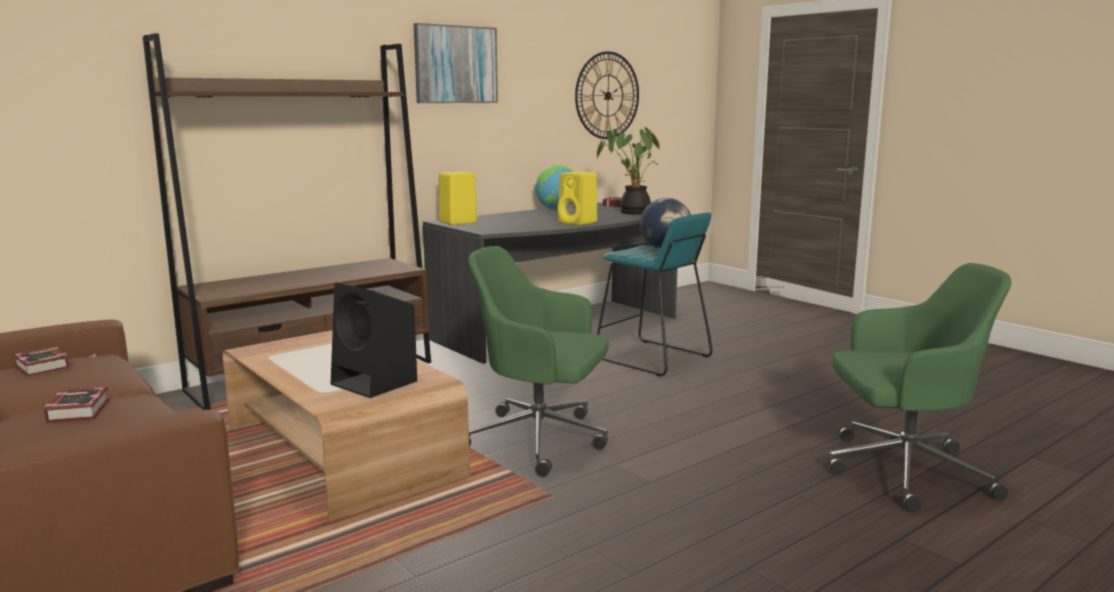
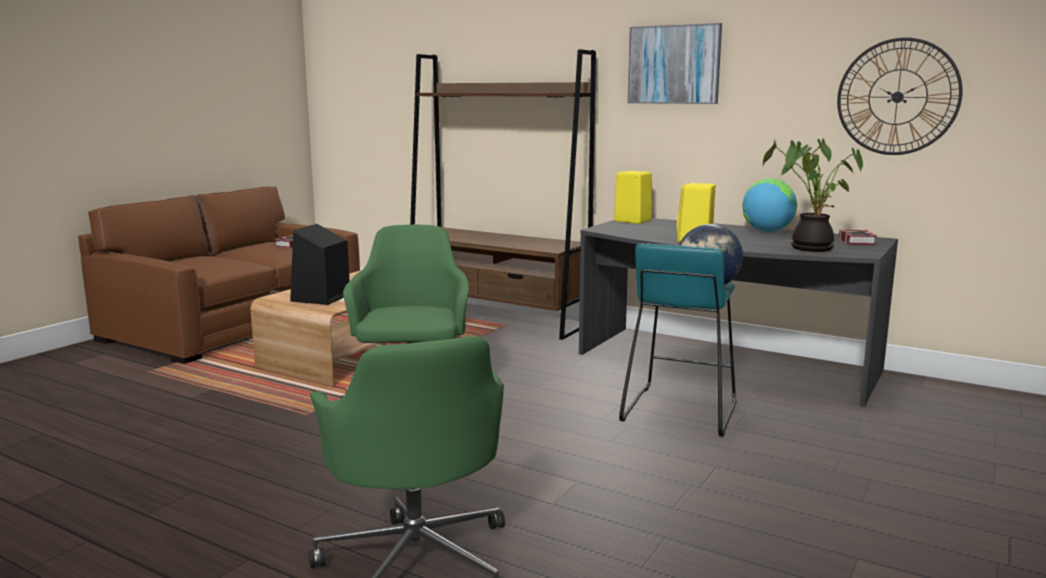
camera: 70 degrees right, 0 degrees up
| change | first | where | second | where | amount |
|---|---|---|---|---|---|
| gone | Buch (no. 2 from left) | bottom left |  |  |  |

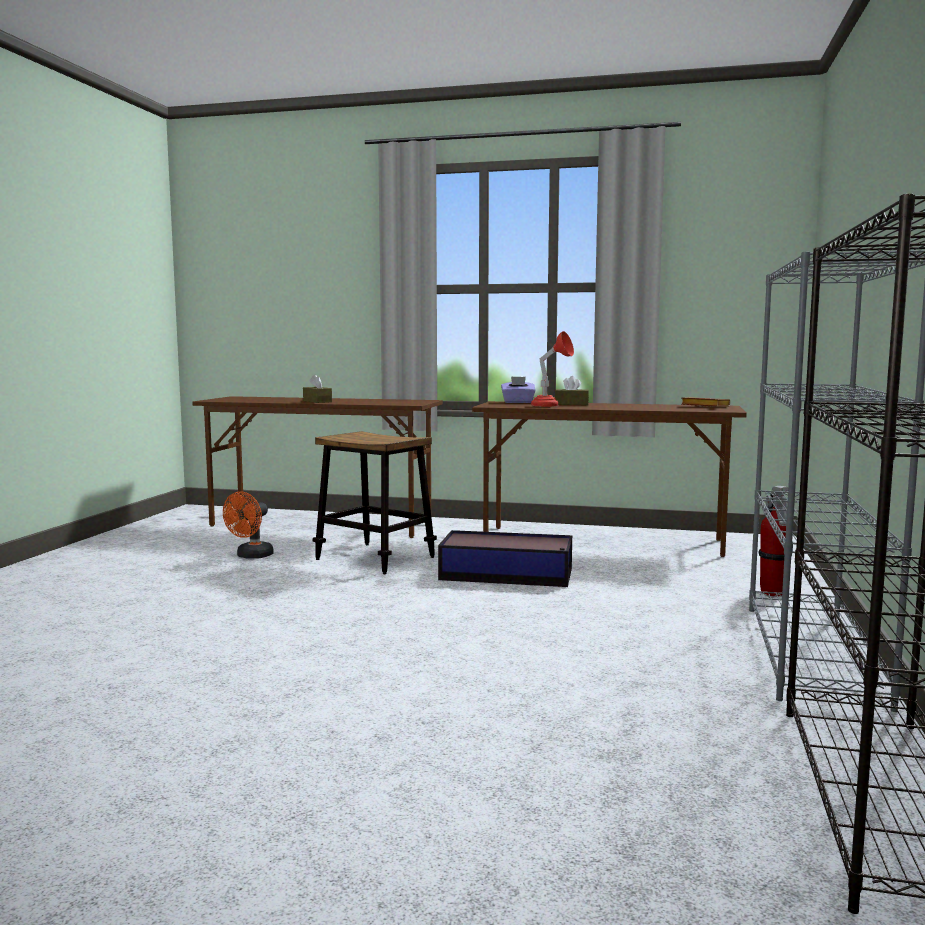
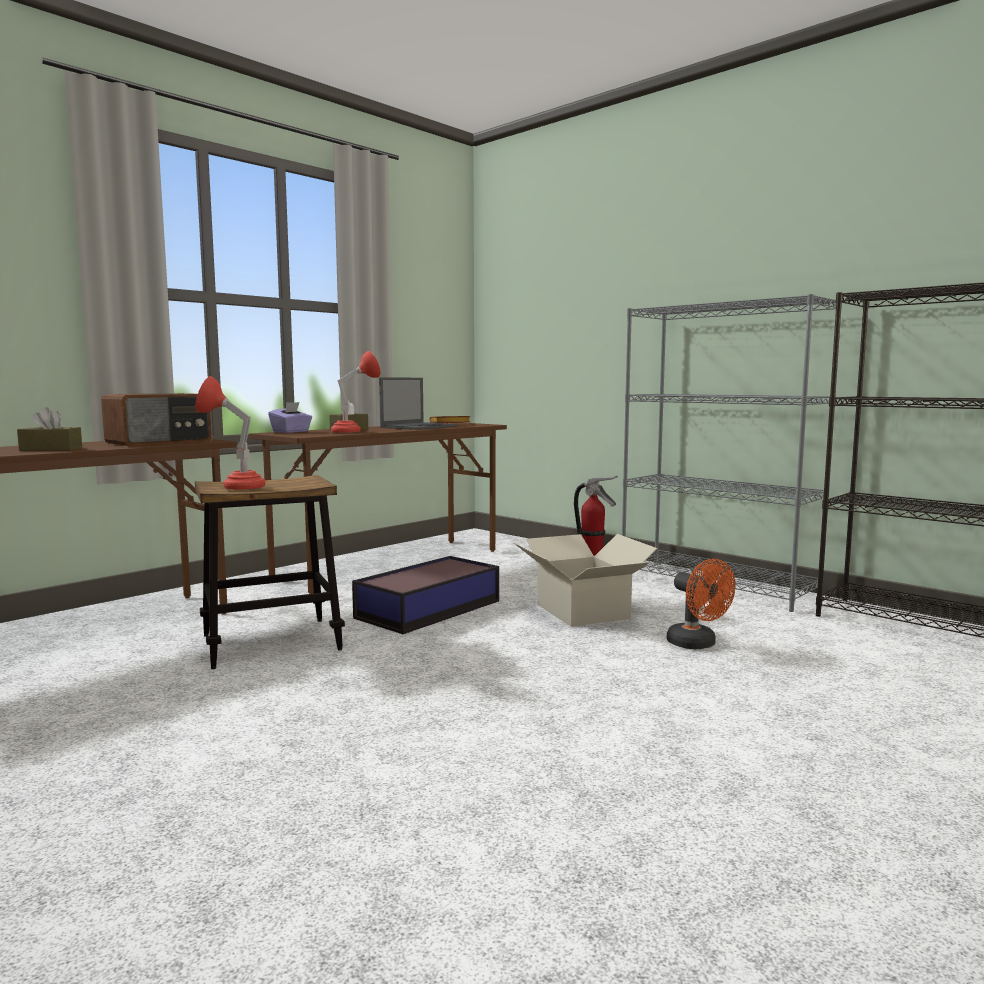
camera: 60 degrees left, 0 degrees up
| change | first | where | second | where | amount |
|---|---|---|---|---|---|
| shifted | Ventilator [orange] | middle left |  | middle right |  |
| new |  |  | Tischlampe [rot] (no. 1 from left) | middle left |  |
| new |  |  | Laptop | centre |  |
| new |  |  | Radio | middle left |  |
| new |  |  | Karton | centre |  |

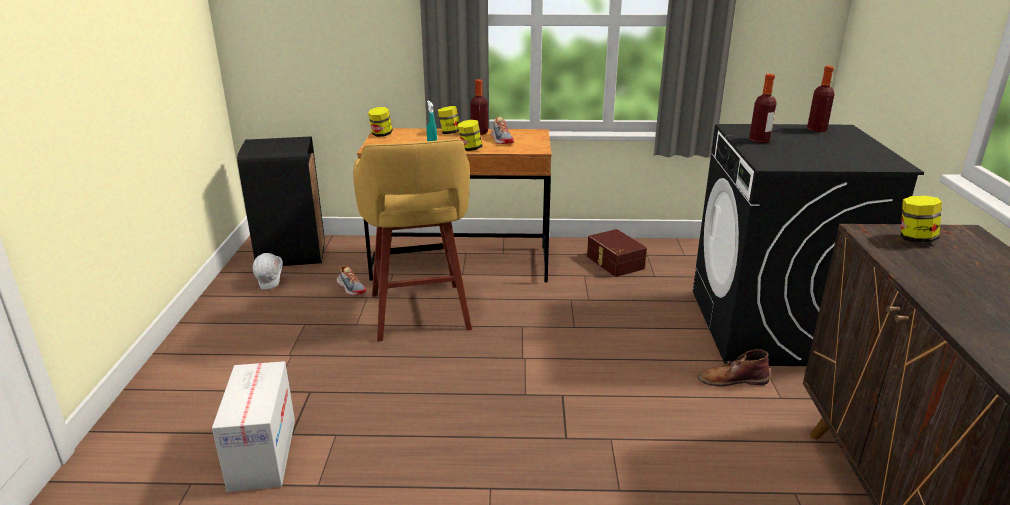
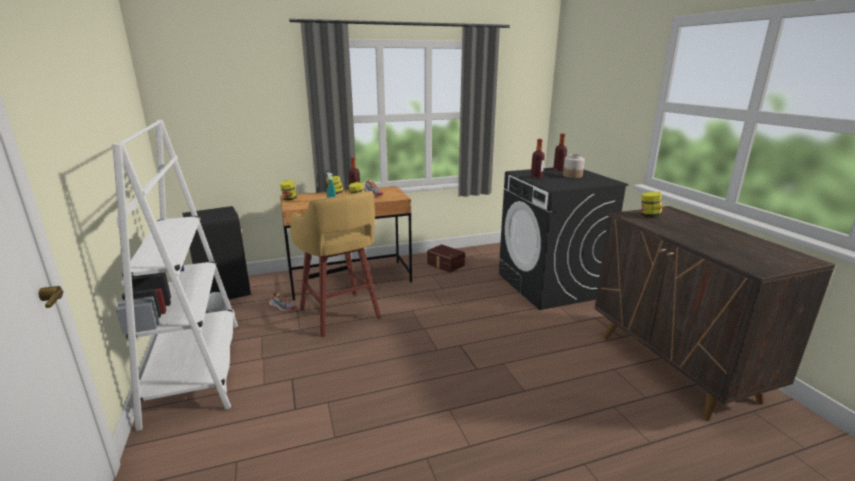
camera: 20 degrees left, 5 degrees down
| change | first | where | second | where | amount |
|---|---|---|---|---|---|
| gone | Stiefel [braun] | bottom right |  |  |  |
| gone | Karton | bottom left |  |  |  |
| new |  |  | Bücherregal [weiß] | middle left |  |
| new |  |  | Vorratsglas (no. 4 from left) | middle right |  |

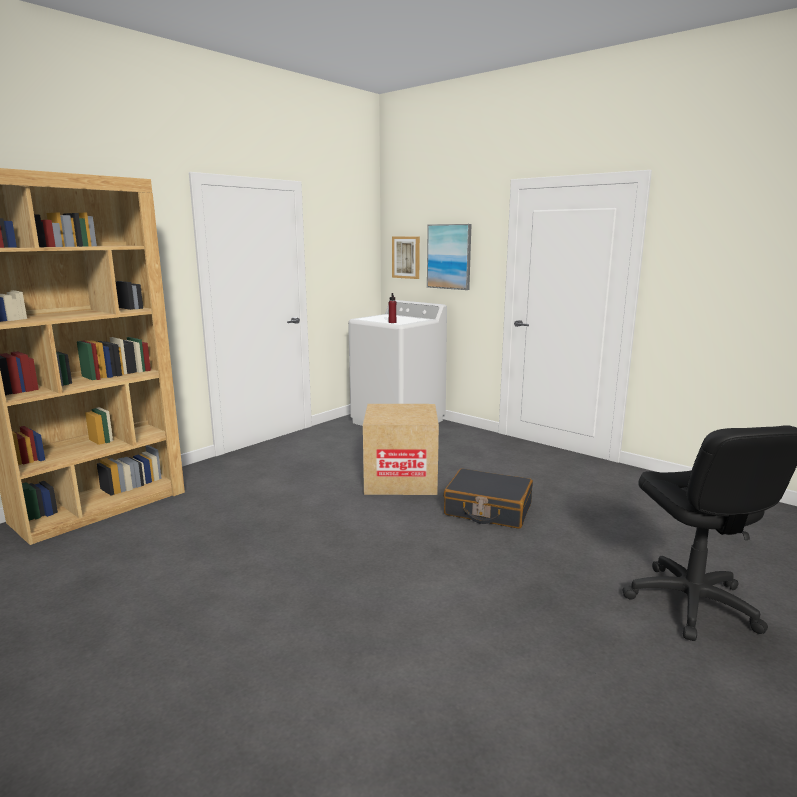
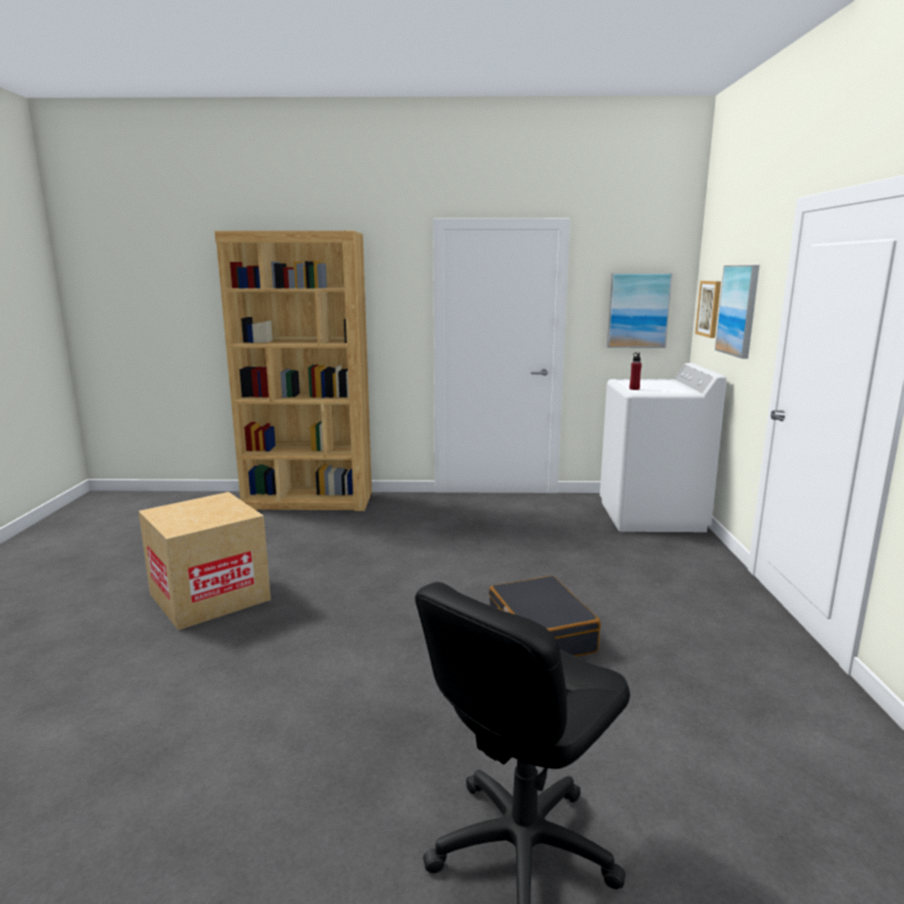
camera: 50 degrees right, 0 degrees up
| change | first | where | second | where | amount |
|---|---|---|---|---|---|
| shifted | Karton | centre |  | middle left |  |
| new |  |  | Bild (no. 1 from left) | middle right |  |

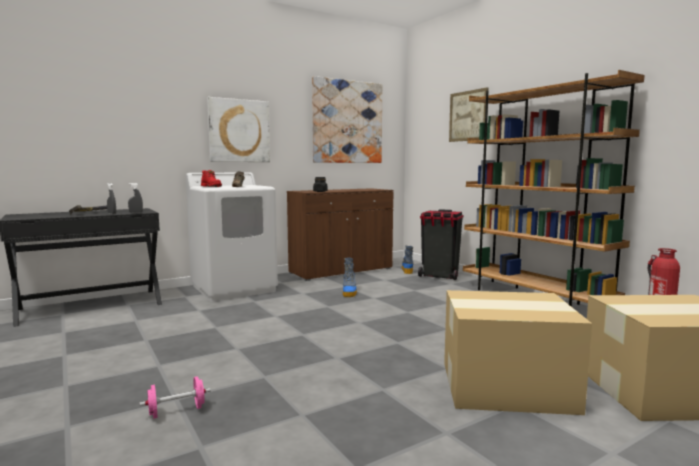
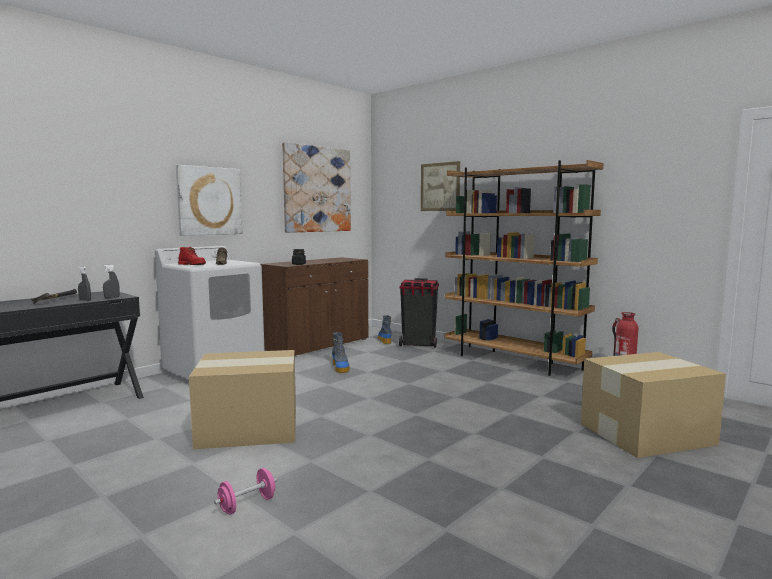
camera: 15 degrees left, 0 degrees up
| change | first | where | second | where | amount |
|---|---|---|---|---|---|
| shifted | Karton (no. 1 from left) | bottom right |  | bottom left |  |

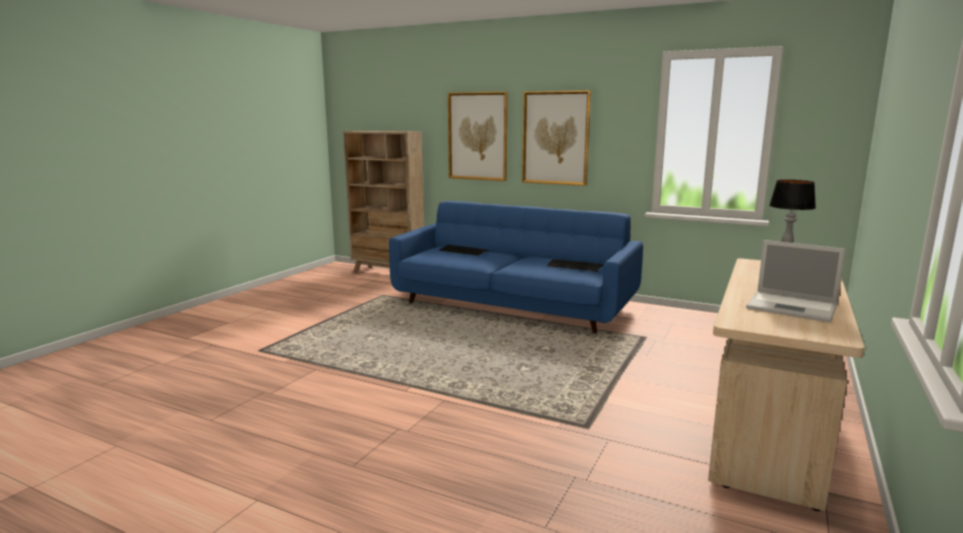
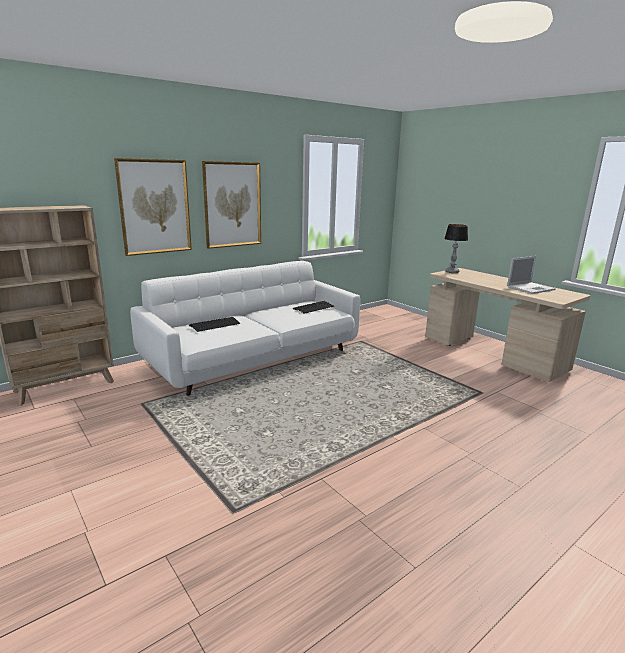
camera: 65 degrees left, 5 degrees up
| change | first | where | second | where | amount |
|---|---|---|---|---|---|
| repainted | Sofa [blau] | centre | Sofa [weiß] | centre |  |

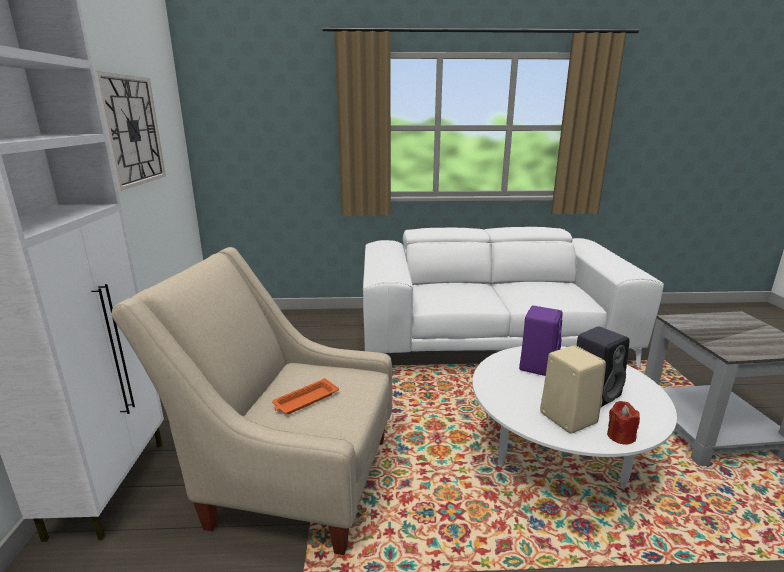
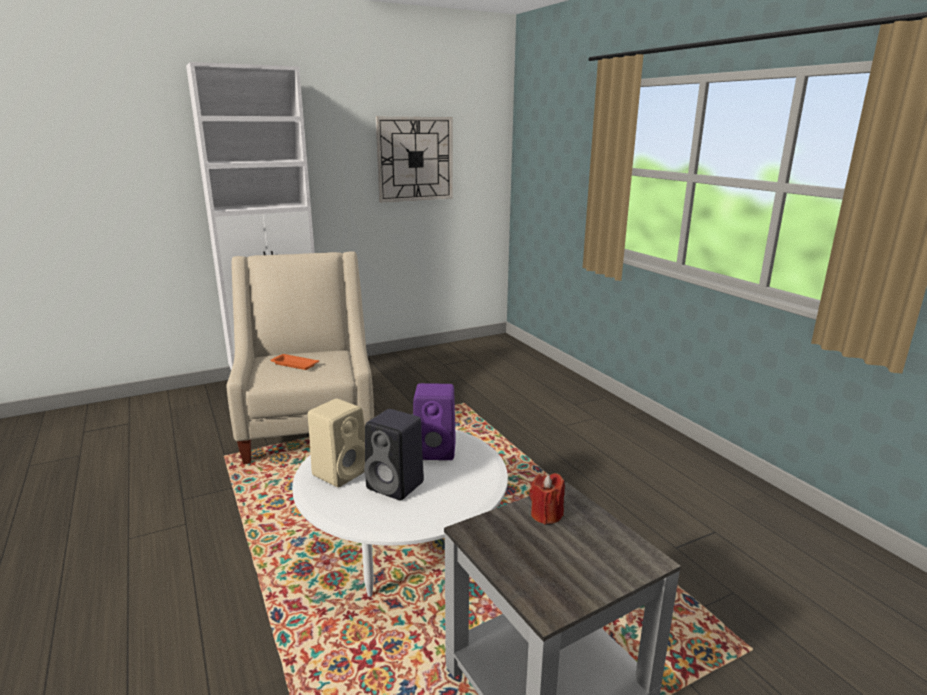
camera: 65 degrees right, 0 degrees up
| change | first | where | second | where | amount |
|---|---|---|---|---|---|
| gone | Sofa [weiß] | centre |  |  |  |
| shifted | Kerze [rot] | bottom right |  | bottom centre |  |

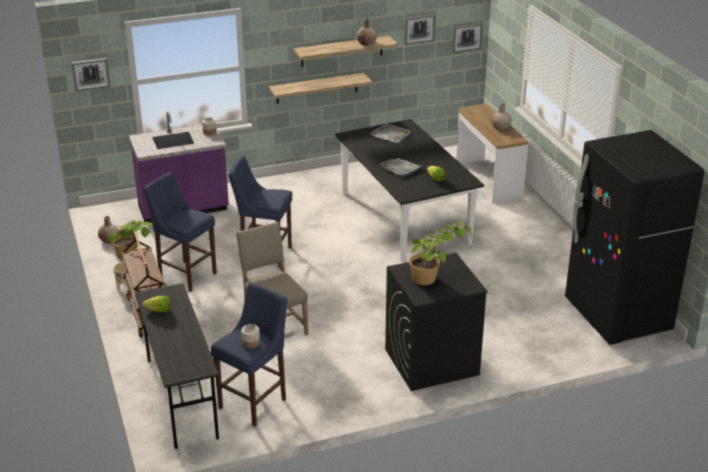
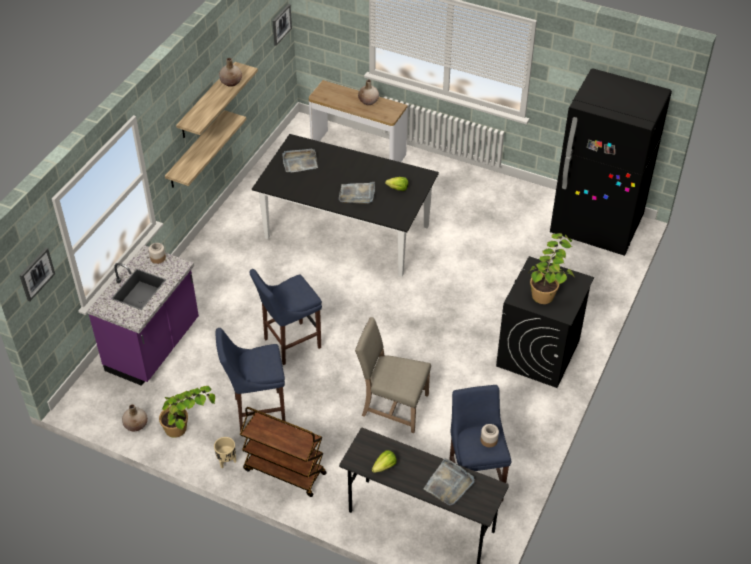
camera: 45 degrees left, 15 degrees up
| change | first | where | second | where | amount |
|---|---|---|---|---|---|
| gone | Bild (no. 2 from left) | top centre |  |  |  |
| new |  |  | Tablett [grau] (no. 3 from left) | bottom centre |  |

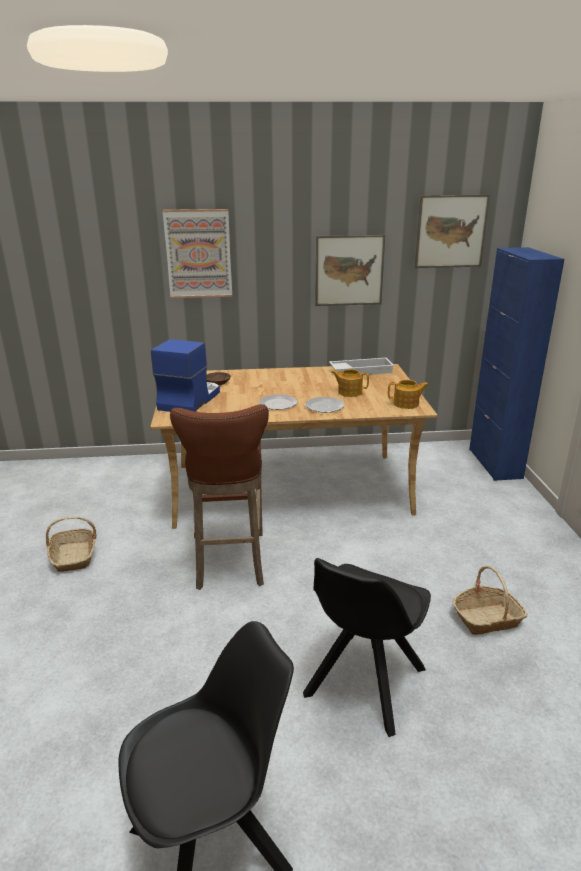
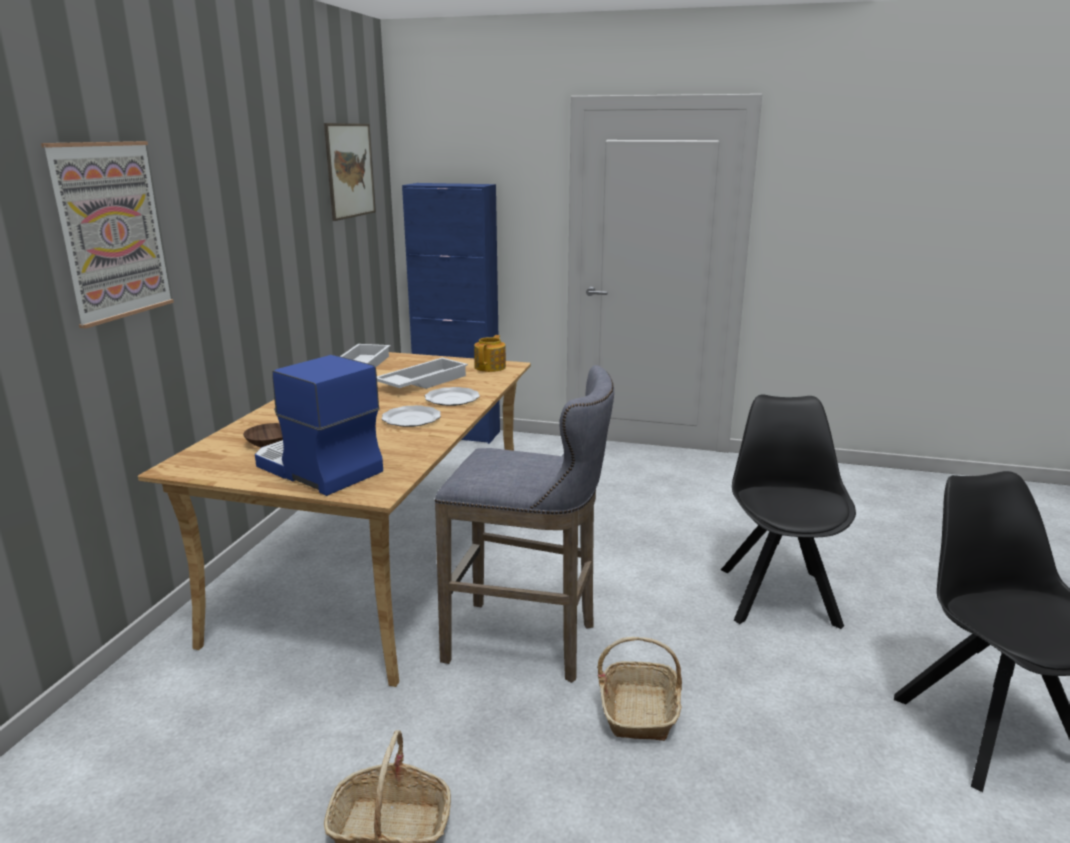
camera: 70 degrees left, 5 degrees down
| change | first | where | second | where | amount |
|---|---|---|---|---|---|
| gone | Bild (no. 2 from left) | top centre |  |  |  |
| swapped | Teekanne (no. 1 from left) | centre | Tablett [weiß] (no. 2 from left) | centre |  |
| repainted | Hocker [braun] | centre | Hocker [grau] | centre |  |
| rotated | Stuhl [schwarz] (no. 2 from left in the first image) | bottom centre | Stuhl [schwarz] (no. 1 from left) | middle right | 135 degrees counterclockwise |
| shifted | Korb (no. 2 from left) | bottom right |  | bottom centre |  |

